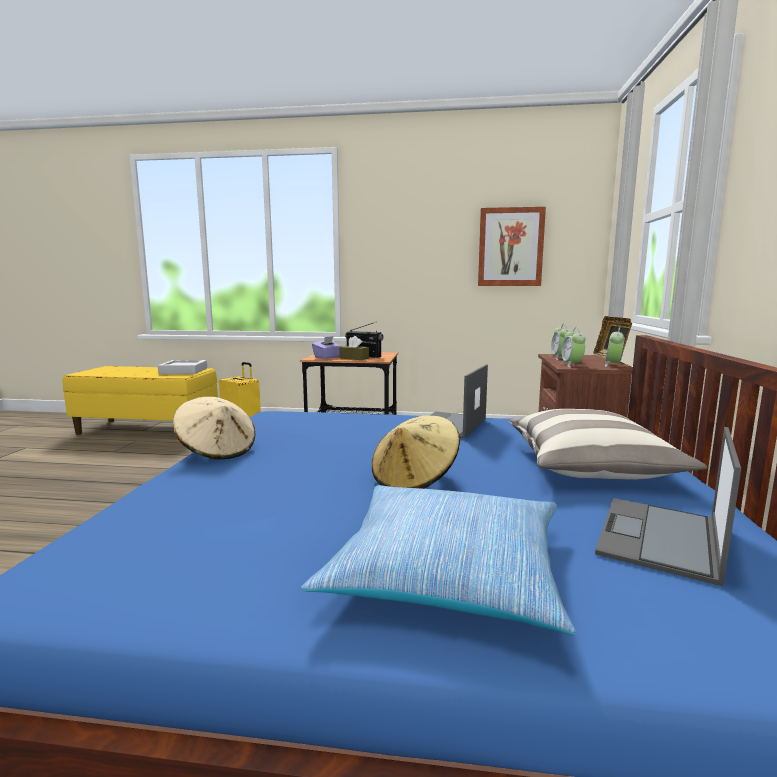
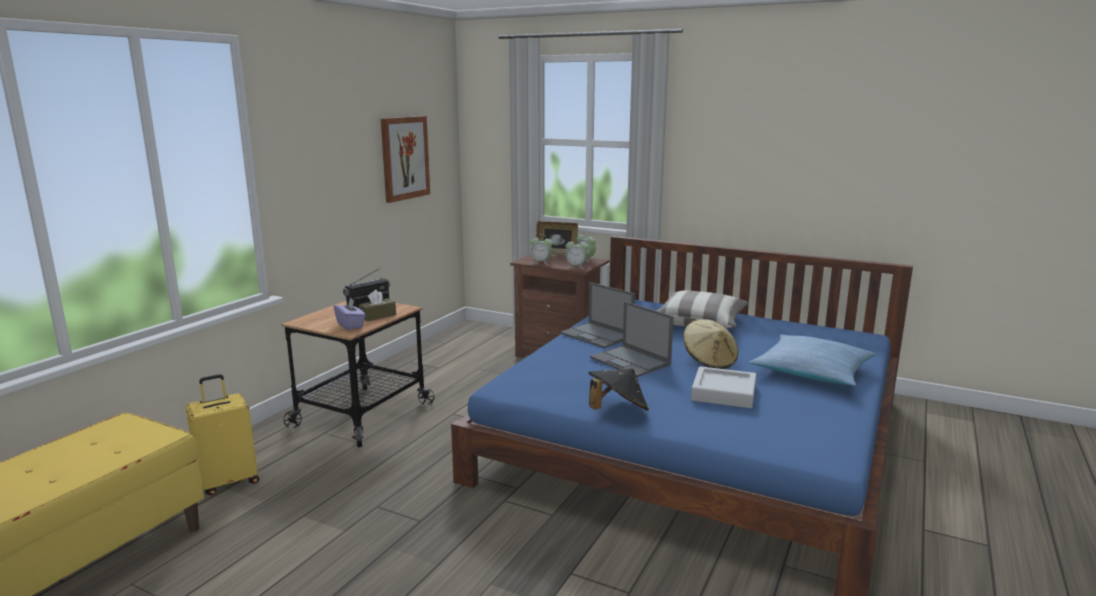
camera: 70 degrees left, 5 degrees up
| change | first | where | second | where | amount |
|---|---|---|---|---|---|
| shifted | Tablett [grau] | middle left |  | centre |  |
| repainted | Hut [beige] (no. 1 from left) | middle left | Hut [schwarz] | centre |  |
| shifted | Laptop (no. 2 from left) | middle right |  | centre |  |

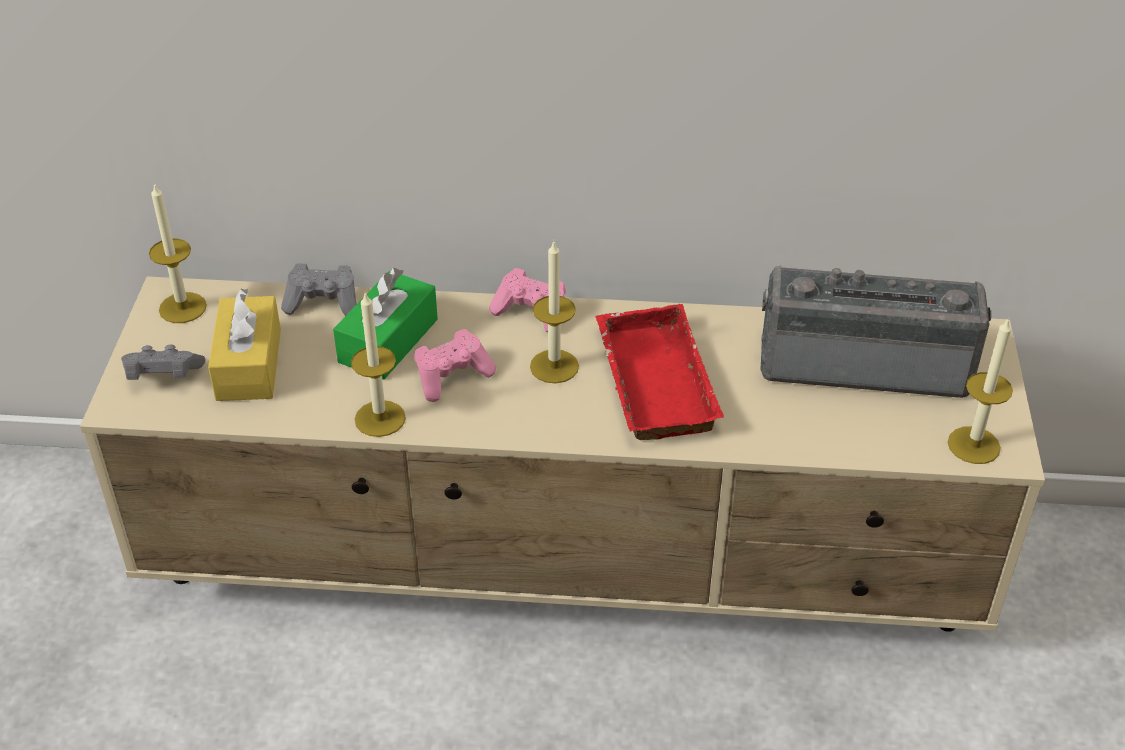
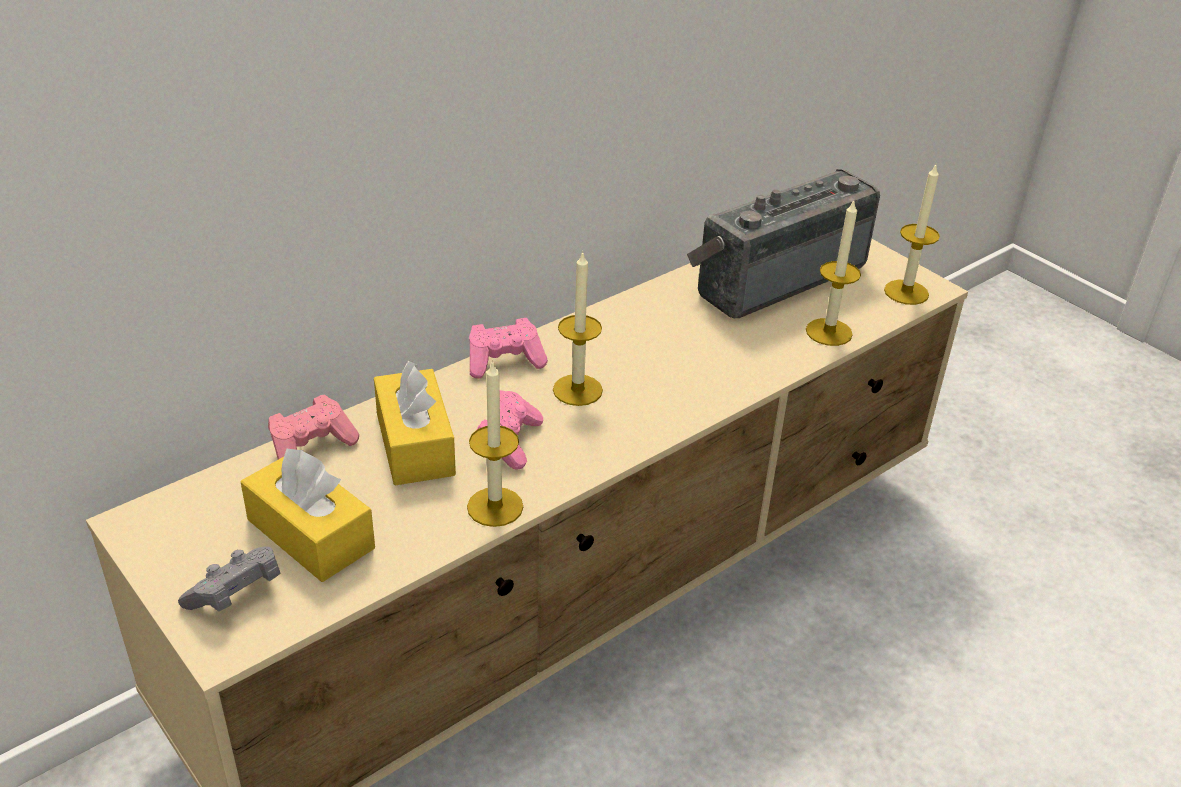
camera: 45 degrees left, 5 degrees down
| change | first | where | second | where | amount |
|---|---|---|---|---|---|
| shifted | Kerze (no. 1 from left in the first image) | middle left | Kerze (no. 3 from left) | middle right |  |
| repainted | Gamepad [grau] (no. 2 from left) | middle left | Gamepad [rosa] (no. 1 from left) | middle left |  |
| repainted | Taschentuchbox [grün] | centre | Taschentuchbox [gelb] (no. 2 from left) | centre |  |
| gone | Tablett [rot] | centre |  |  |  |

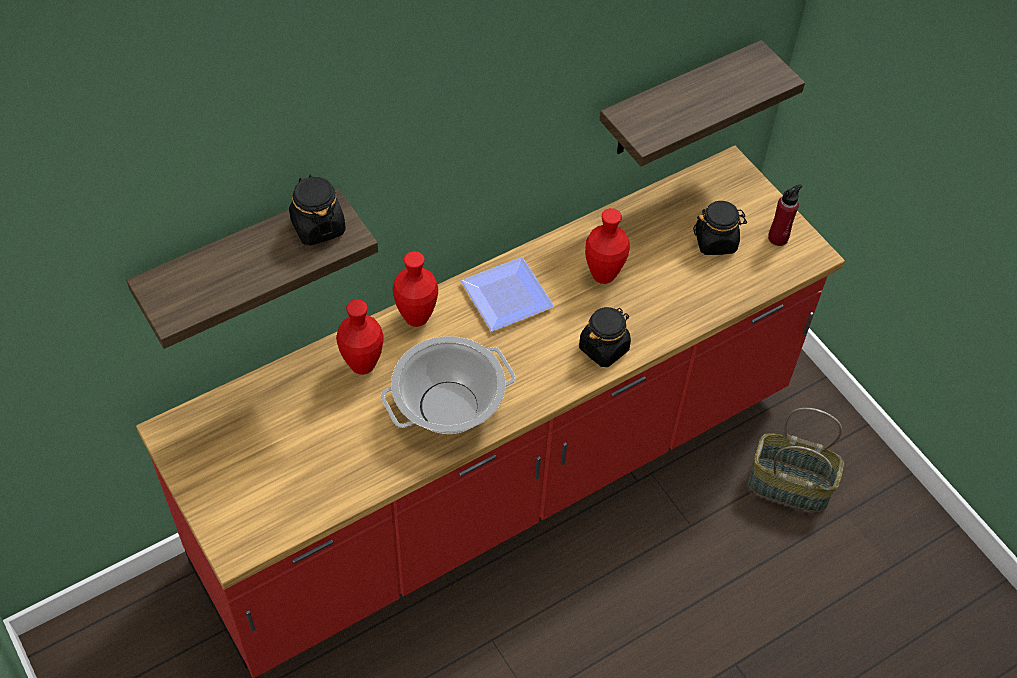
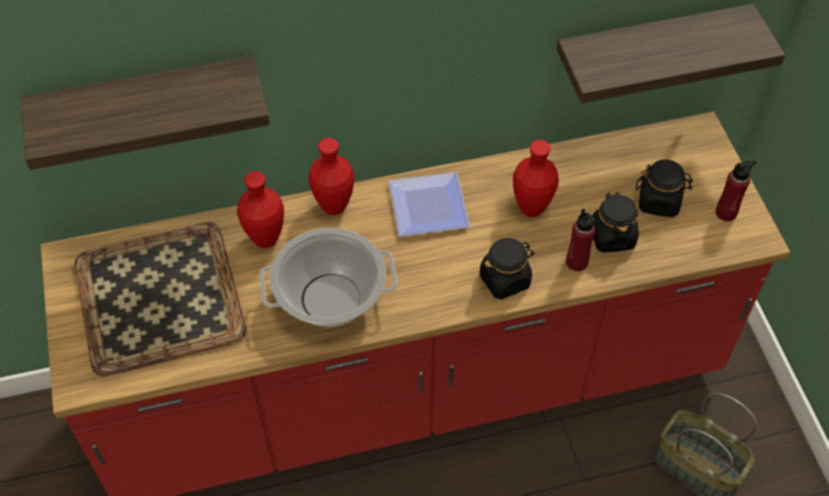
camera: 20 degrees right, 0 degrees up
| change | first | where | second | where | amount |
|---|---|---|---|---|---|
| shifted | Vorratsglas [schwarz] (no. 1 from left in the first image) | top left | Vorratsglas [schwarz] (no. 2 from left) | middle right |  |
| new |  |  | Flasche [rot] (no. 1 from left) | middle right |  |
| new |  |  | Tablett | middle left |  |

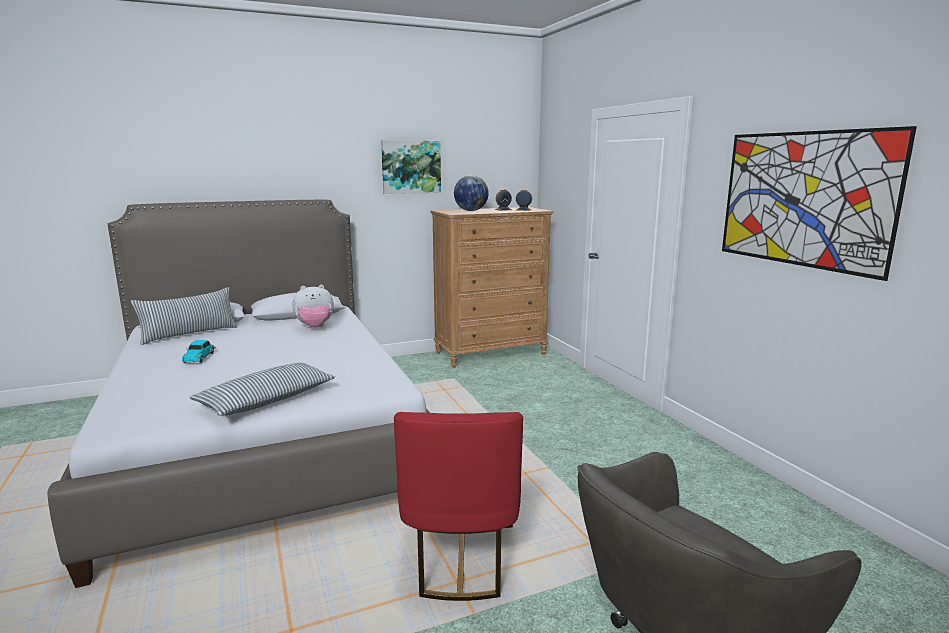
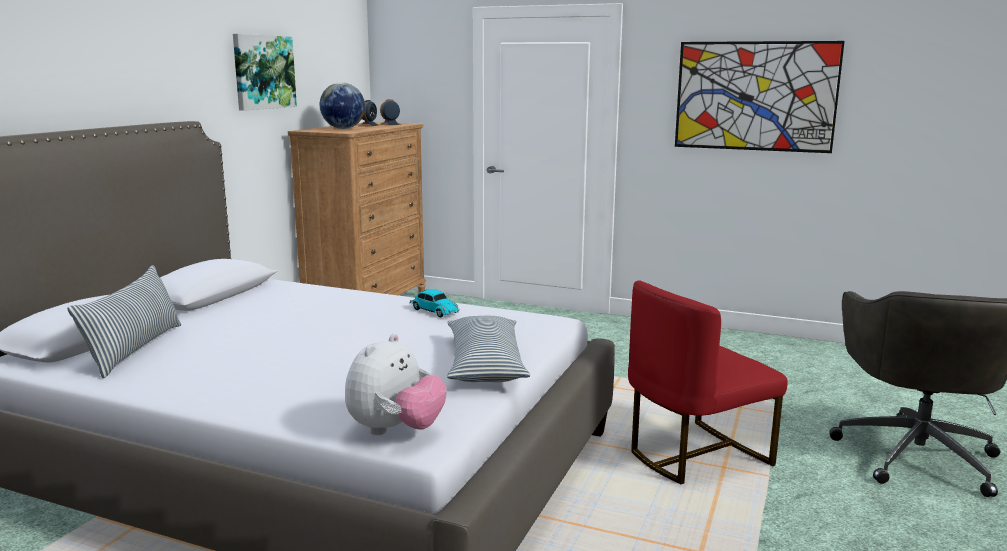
camera: 45 degrees left, 0 degrees up
| change | first | where | second | where | amount |
|---|---|---|---|---|---|
| shifted | Plüschtier | middle left |  | bottom centre |  |
| shifted | Spielzeugauto | middle left |  | centre |  |
| rotated | Stuhl [rot] | bottom centre |  | bottom right | 105 degrees clockwise |

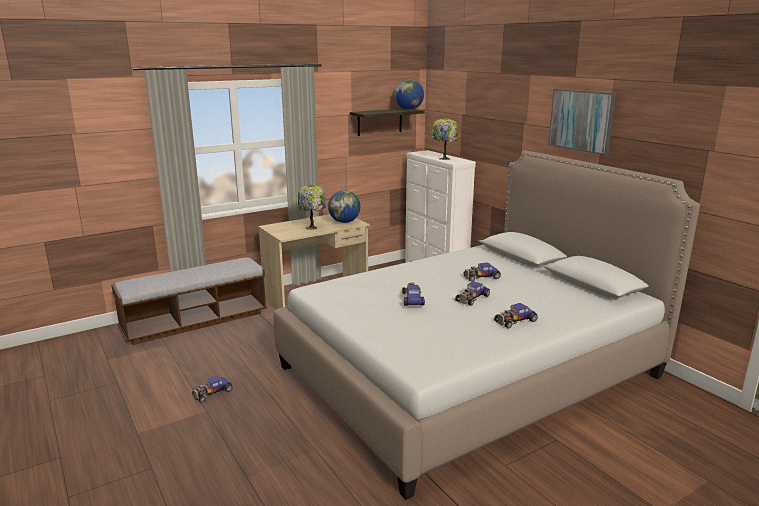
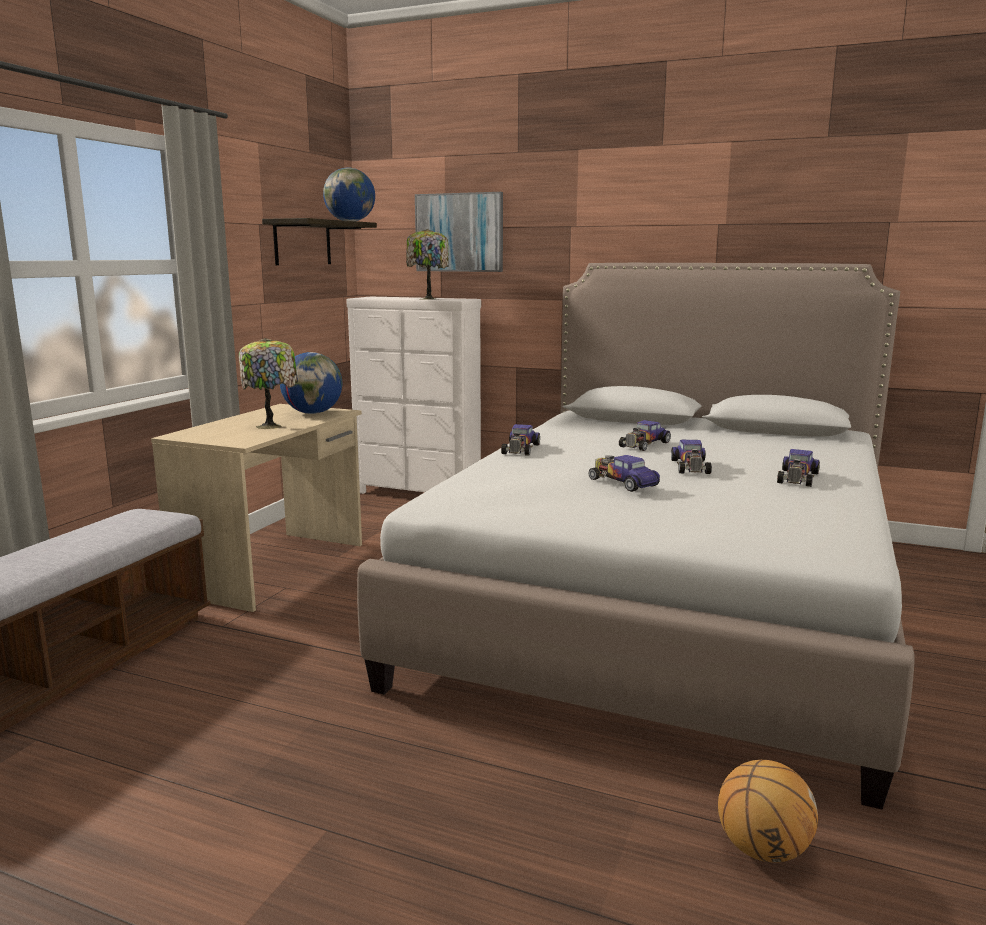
camera: 35 degrees left, 5 degrees down
| change | first | where | second | where | amount |
|---|---|---|---|---|---|
| shifted | Bild | top right |  | top centre |  |
| shifted | Spielzeugauto (no. 1 from left) | bottom left |  | centre |  |
| new |  |  | Basketball | bottom right |  |

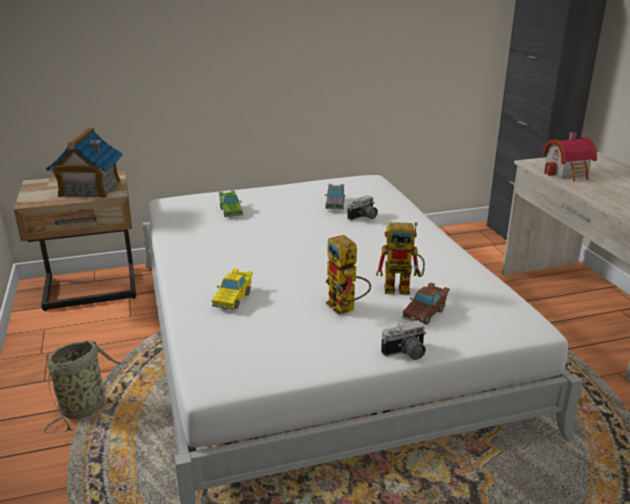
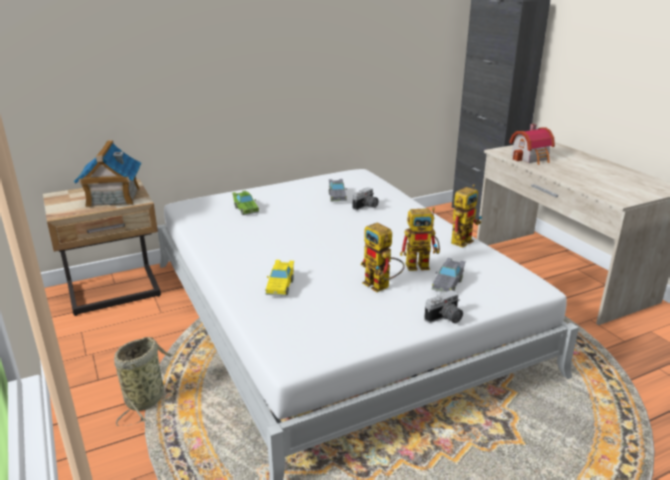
camera: 10 degrees left, 0 degrees up
| change | first | where | second | where | amount |
|---|---|---|---|---|---|
| repainted | Spielzeugauto [braun] | middle right | Spielzeugauto [grau] (no. 2 from left) | middle right |  |
| new |  |  | Spielzeugroboter (no. 3 from left) | middle right |  |

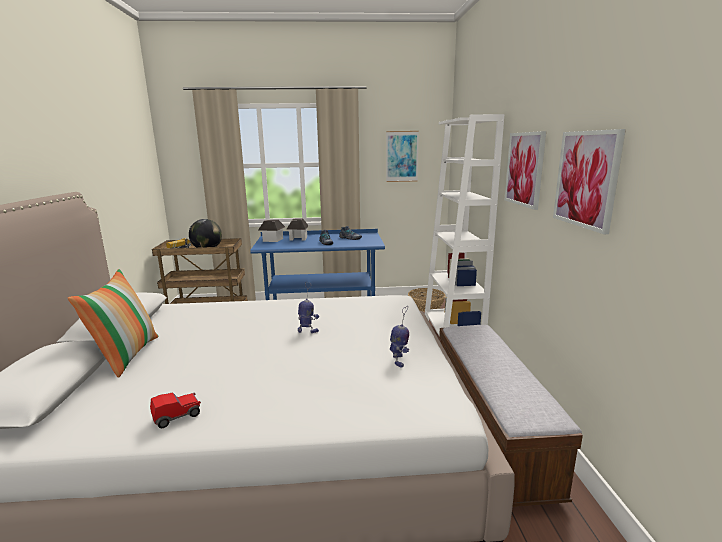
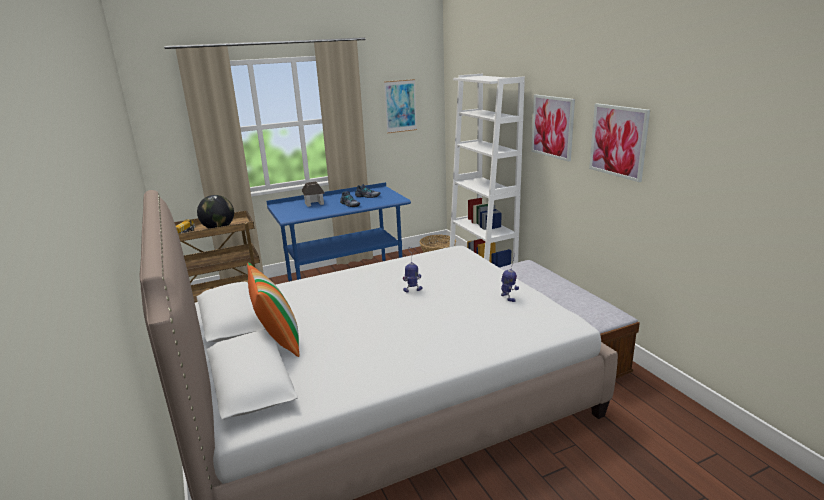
camera: 20 degrees left, 5 degrees up
| change | first | where | second | where | amount |
|---|---|---|---|---|---|
| gone | Spielzeughaus (no. 1 from left) | centre |  |  |  |
| gone | Spielzeugauto | bottom left |  |  |  |

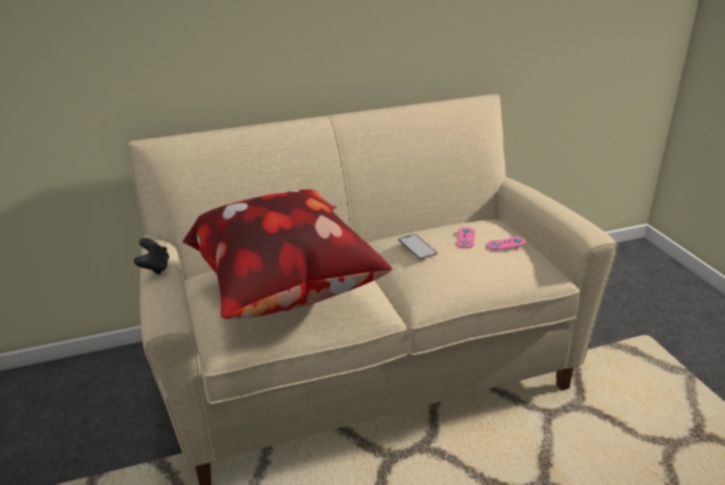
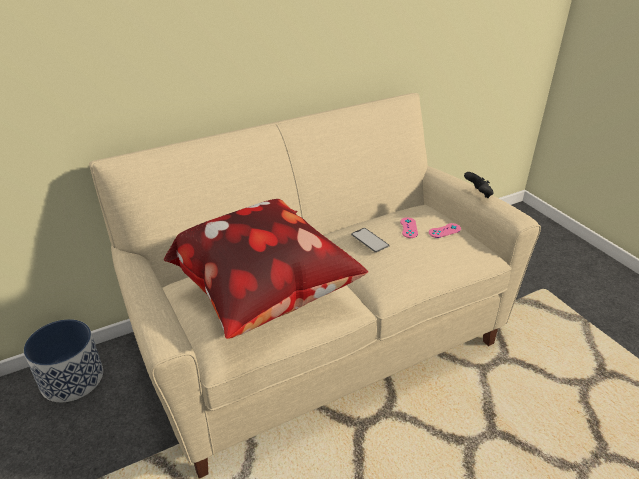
camera: 10 degrees left, 5 degrees up
| change | first | where | second | where | amount |
|---|---|---|---|---|---|
| shifted | Gamepad [schwarz] | middle left |  | middle right |  |
| new |  |  | Pflanzkübel | bottom left |  |

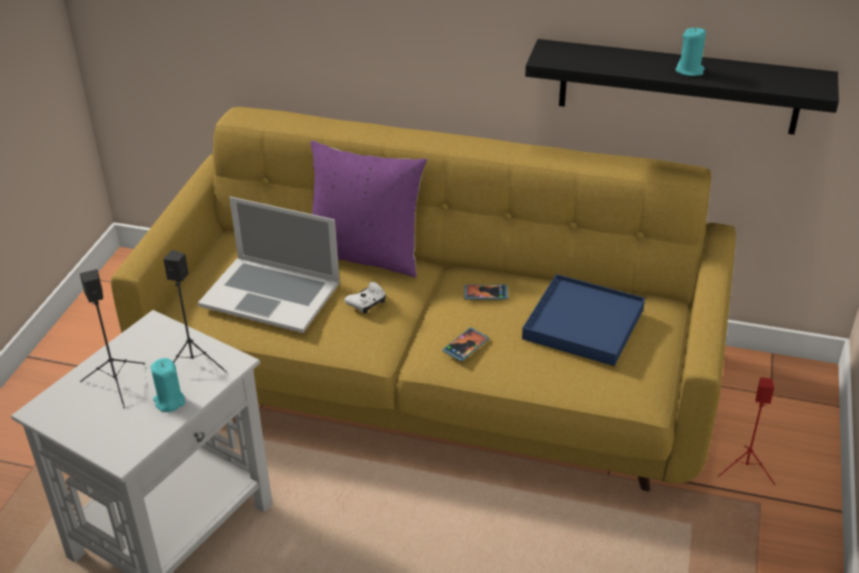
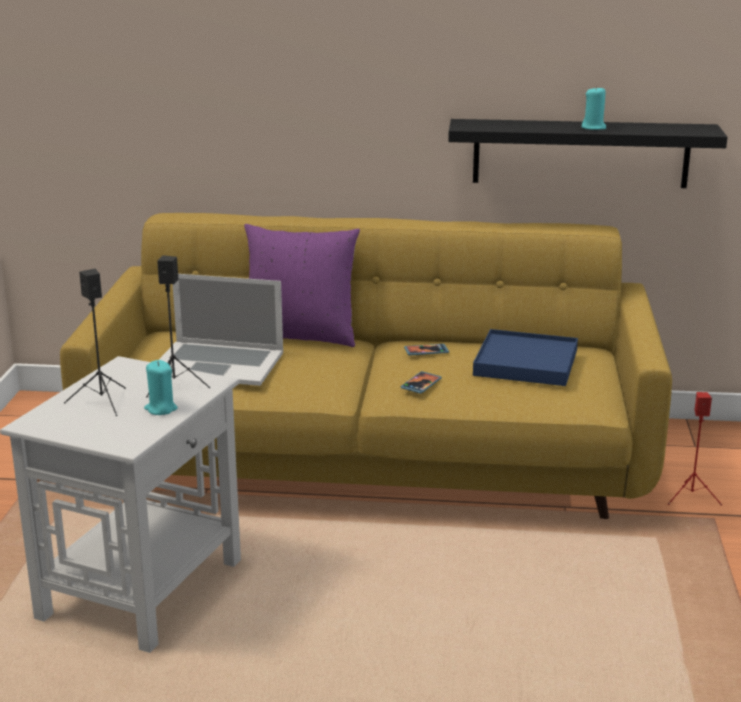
camera: 10 degrees left, 15 degrees down
| change | first | where | second | where | amount |
|---|---|---|---|---|---|
| gone | Gamepad [weiß] | centre |  |  |  |

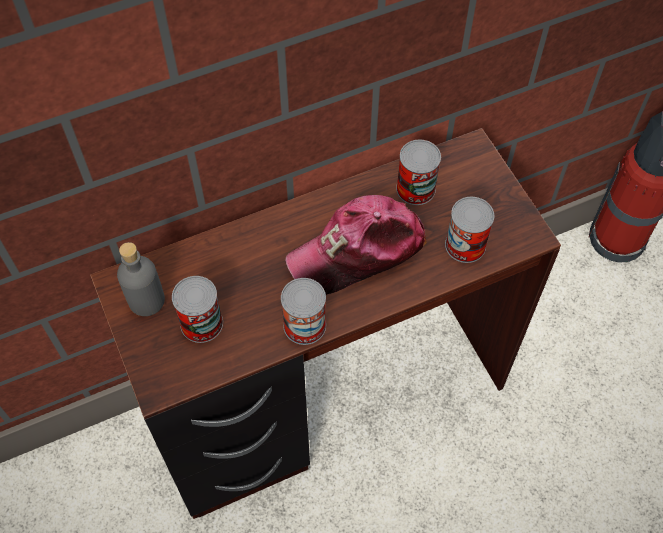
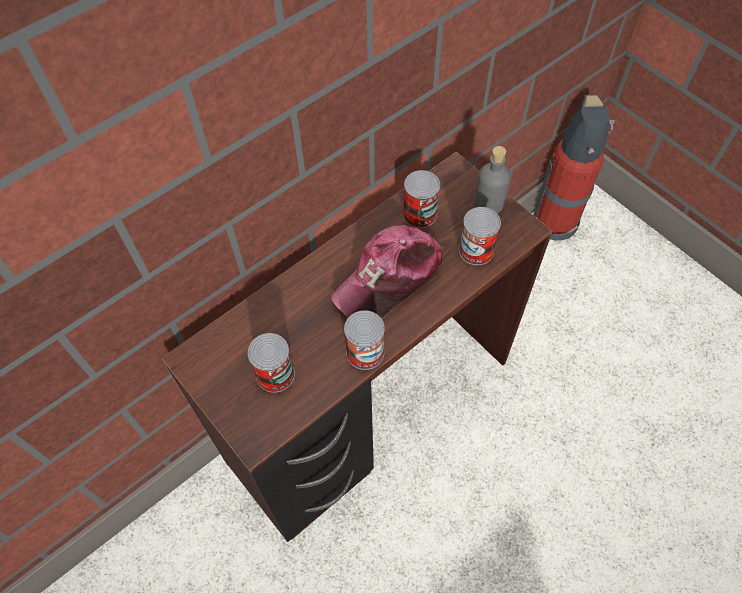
camera: 15 degrees left, 0 degrees up
| change | first | where | second | where | amount |
|---|---|---|---|---|---|
| shifted | Flasche [grau] | middle left |  | top centre |  |

